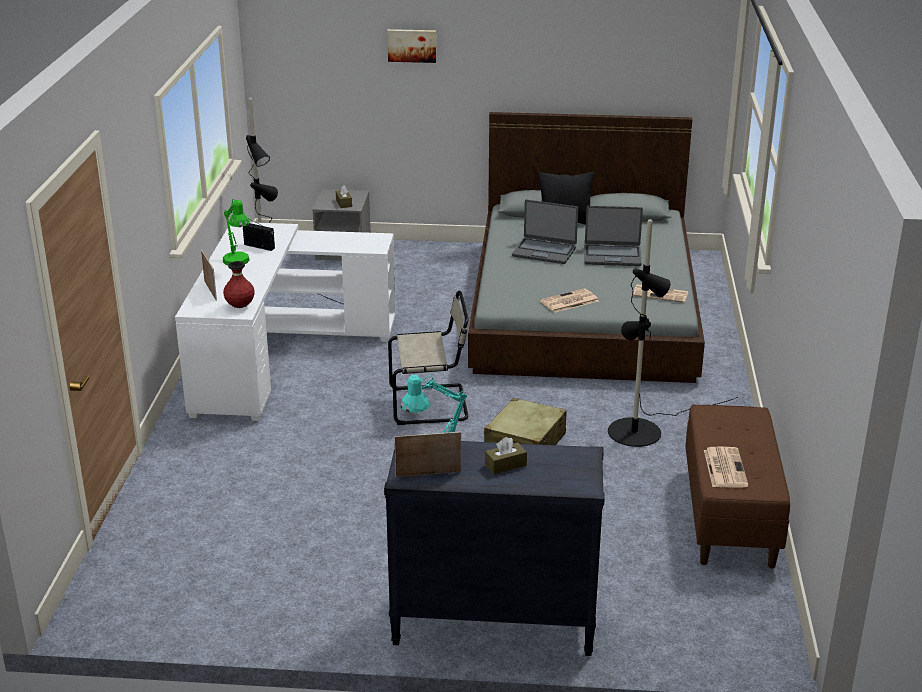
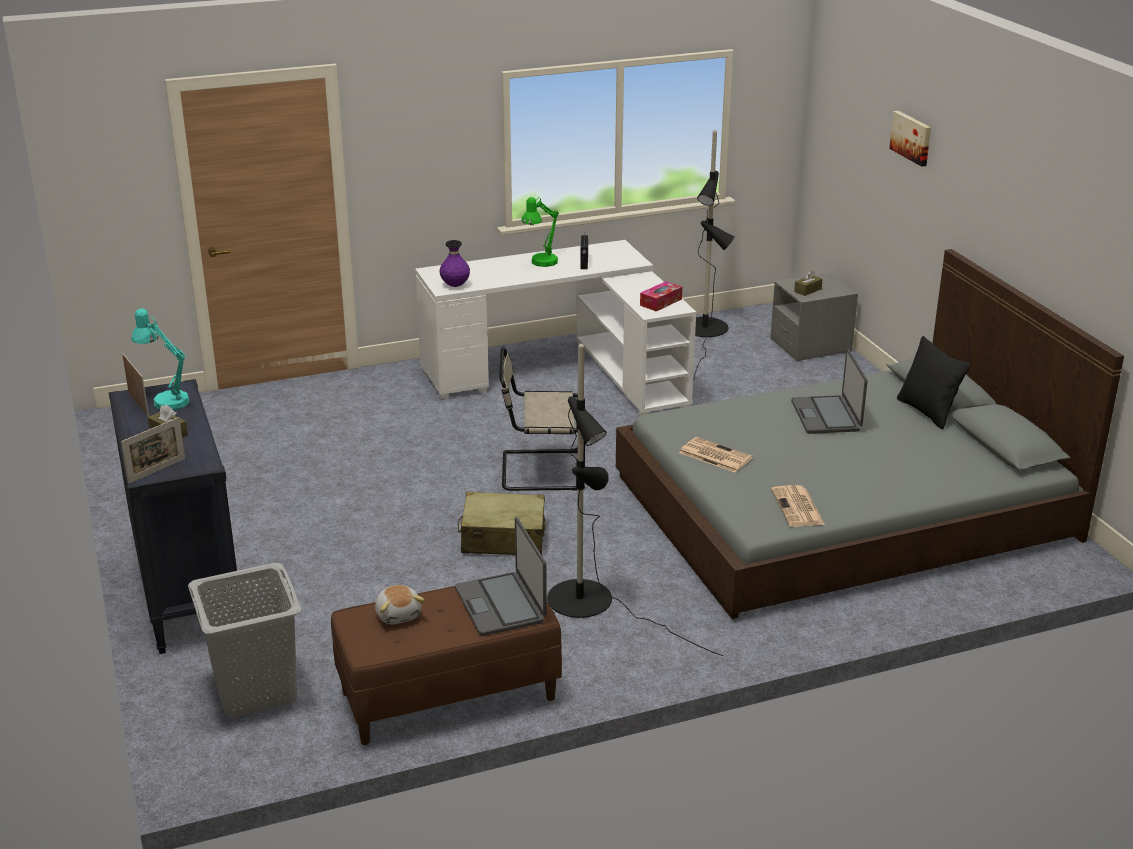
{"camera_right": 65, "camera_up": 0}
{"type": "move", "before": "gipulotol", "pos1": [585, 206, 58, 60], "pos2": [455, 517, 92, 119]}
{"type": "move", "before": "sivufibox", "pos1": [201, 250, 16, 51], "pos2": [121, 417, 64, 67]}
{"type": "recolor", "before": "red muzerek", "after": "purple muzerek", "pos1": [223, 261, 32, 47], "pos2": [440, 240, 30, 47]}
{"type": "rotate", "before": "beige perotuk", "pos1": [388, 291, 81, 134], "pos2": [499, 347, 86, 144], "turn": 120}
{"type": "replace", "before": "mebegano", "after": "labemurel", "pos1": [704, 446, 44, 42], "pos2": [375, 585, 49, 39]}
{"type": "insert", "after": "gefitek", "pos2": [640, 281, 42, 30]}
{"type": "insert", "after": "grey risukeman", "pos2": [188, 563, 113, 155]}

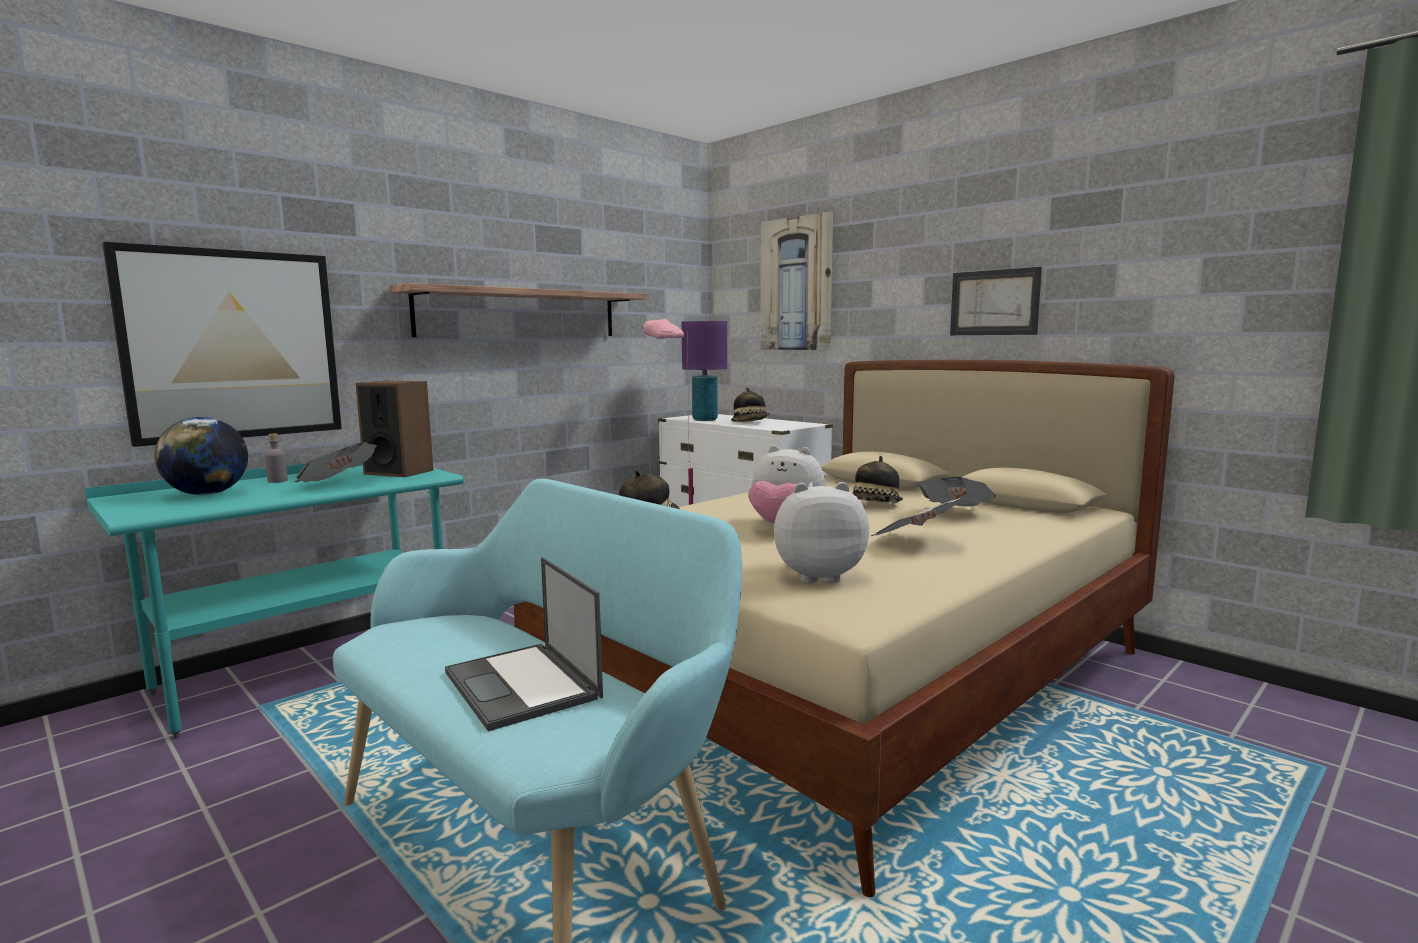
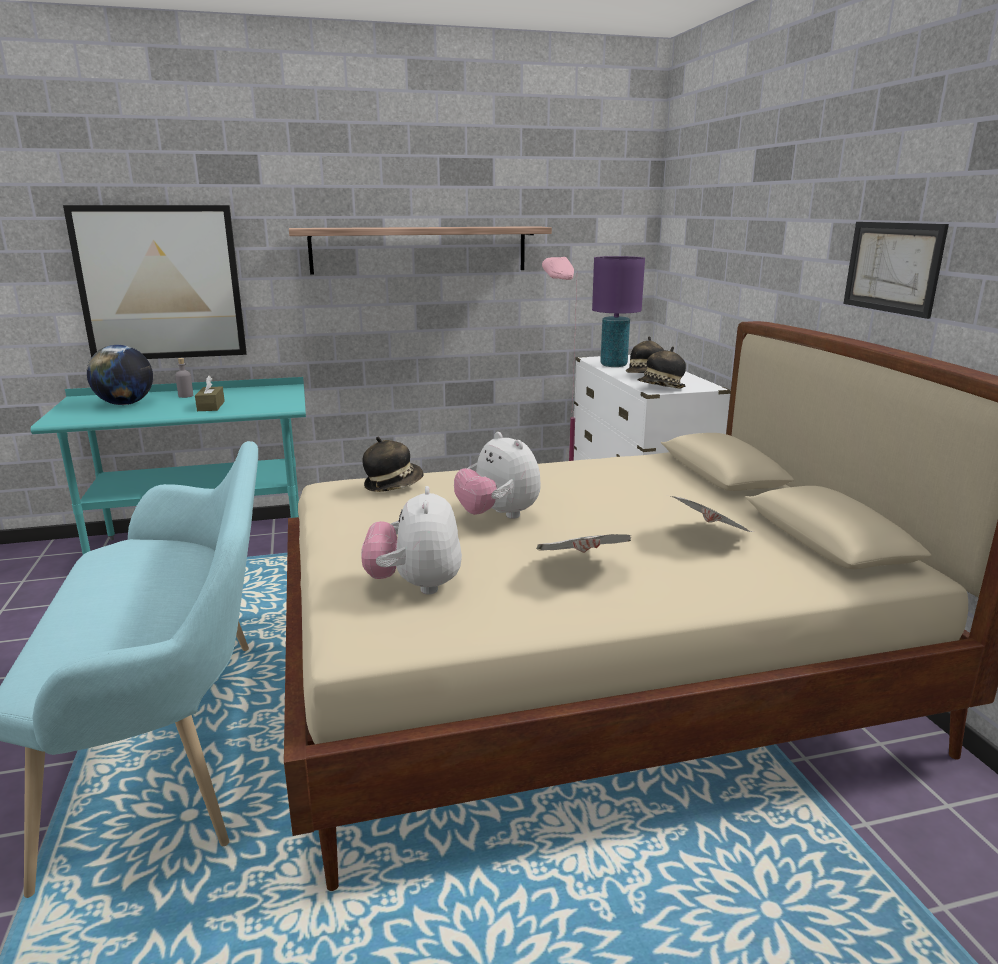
{"camera_right": 30, "camera_up": 10}
{"type": "delete", "before": "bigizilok", "pos1": [761, 212, 72, 138]}
{"type": "delete", "before": "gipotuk", "pos1": [356, 381, 77, 96]}
{"type": "replace", "before": "mebegano", "after": "brown gefitek", "pos1": [294, 442, 83, 40], "pos2": [195, 375, 30, 36]}
{"type": "move", "before": "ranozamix", "pos1": [852, 456, 51, 47], "pos2": [638, 346, 48, 43]}
{"type": "rotate", "before": "labemurel", "pos1": [774, 482, 95, 101], "pos2": [361, 486, 101, 109], "turn": -120}
{"type": "delete", "before": "gipulotol", "pos1": [445, 557, 158, 174]}

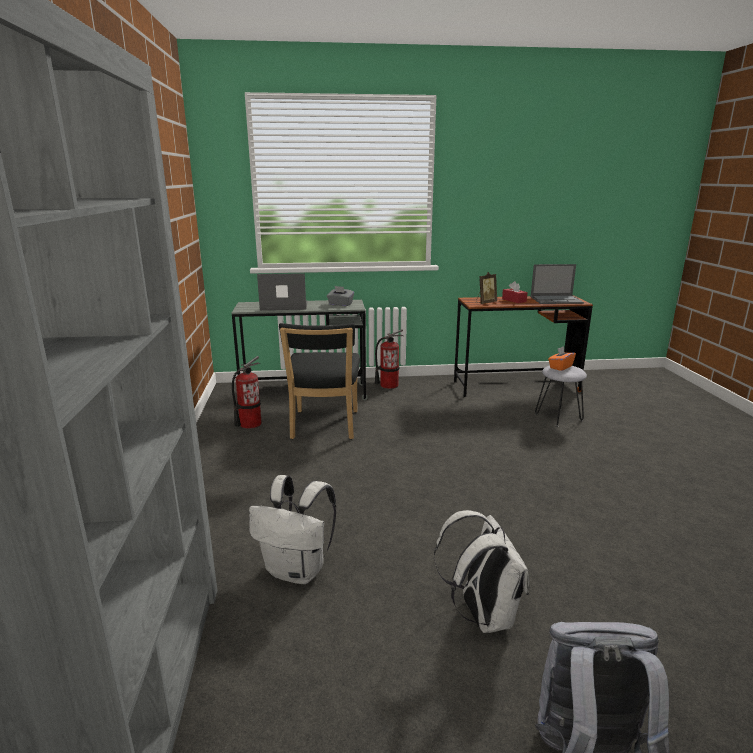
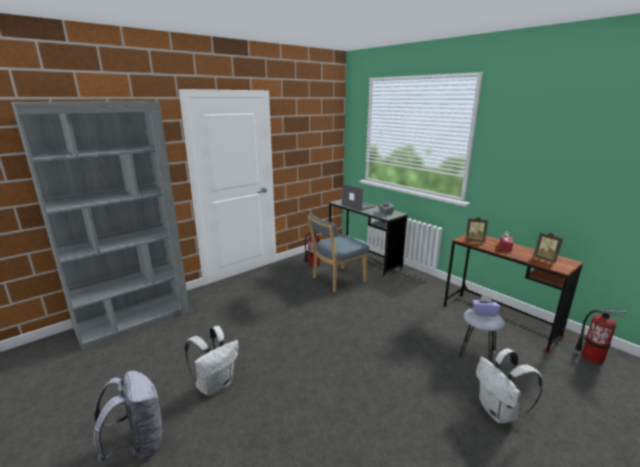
{"camera_right": 55, "camera_up": 0}
{"type": "replace", "before": "gipulotol", "after": "sivufibox", "pos1": [531, 264, 53, 40], "pos2": [533, 232, 30, 31]}
{"type": "recolor", "before": "black perotuk", "after": "blue perotuk", "pos1": [279, 323, 81, 116], "pos2": [307, 213, 62, 80]}
{"type": "move", "before": "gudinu", "pos1": [375, 329, 28, 60], "pos2": [575, 309, 52, 55]}
{"type": "recolor", "before": "orange gefitek", "after": "purple gefitek", "pos1": [548, 346, 28, 25], "pos2": [472, 295, 28, 21]}
{"type": "move", "before": "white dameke", "pos1": [249, 475, 87, 109], "pos2": [476, 348, 67, 75]}

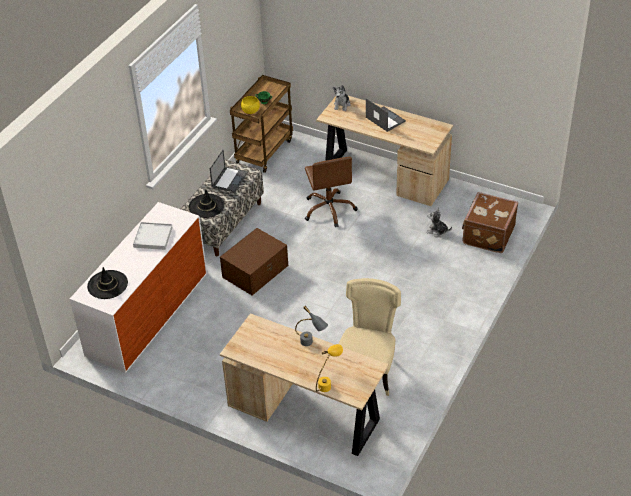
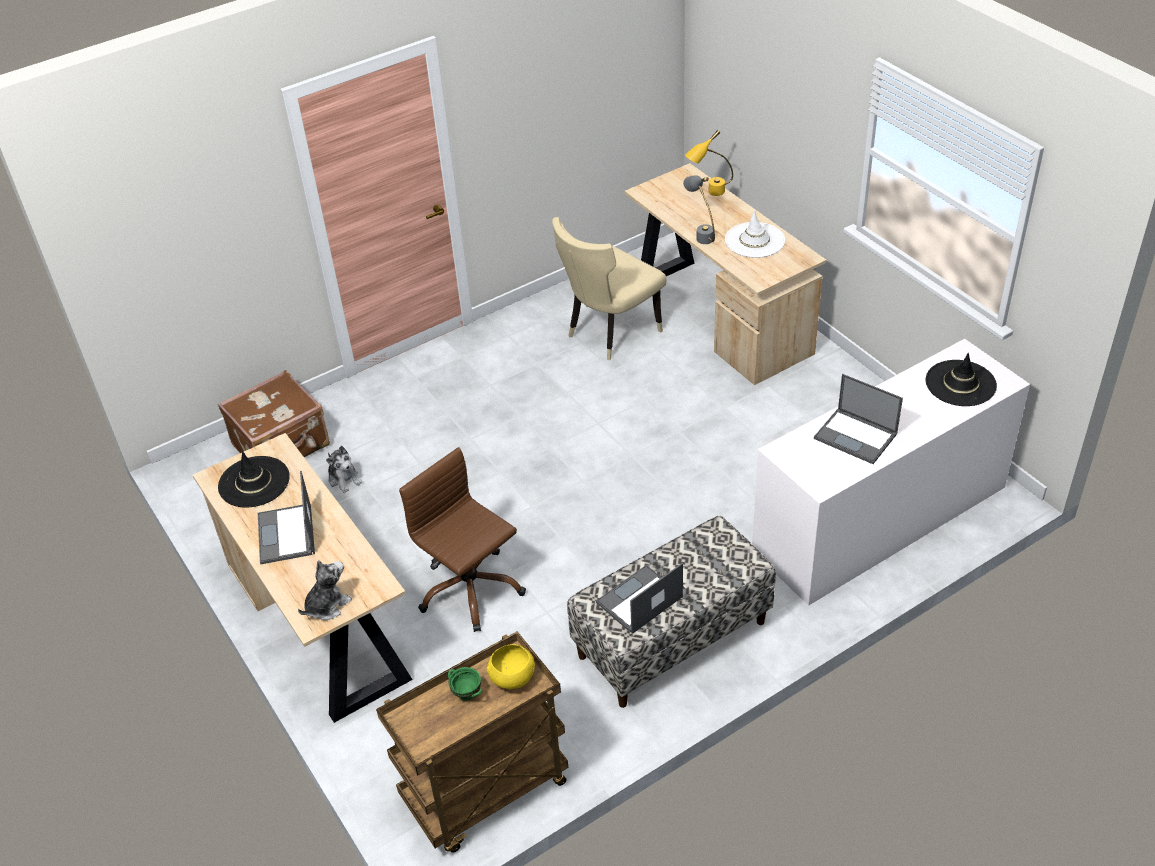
{"camera_right": -150, "camera_up": 0}
{"type": "rotate", "before": "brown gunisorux", "pos1": [305, 157, 53, 71], "pos2": [399, 447, 127, 185], "turn": -60}
{"type": "move", "before": "black ranozamix", "pos1": [189, 190, 36, 28], "pos2": [218, 451, 72, 57]}
{"type": "replace", "before": "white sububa", "after": "gipulotol", "pos1": [133, 222, 40, 28], "pos2": [814, 374, 89, 90]}
{"type": "delete", "before": "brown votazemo", "pos1": [220, 228, 68, 67]}
{"type": "insert", "after": "white ranozamix", "pos2": [725, 210, 60, 48]}

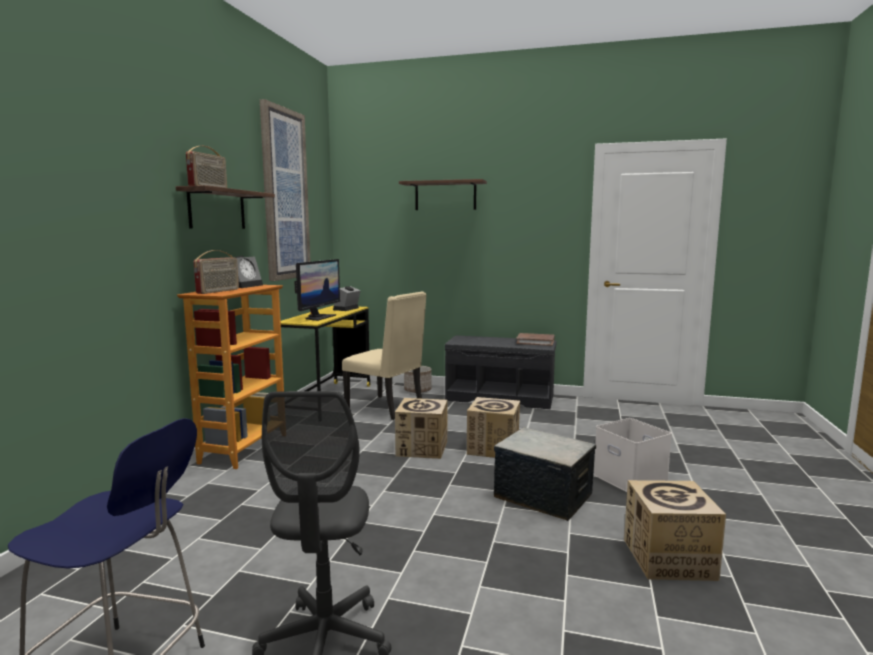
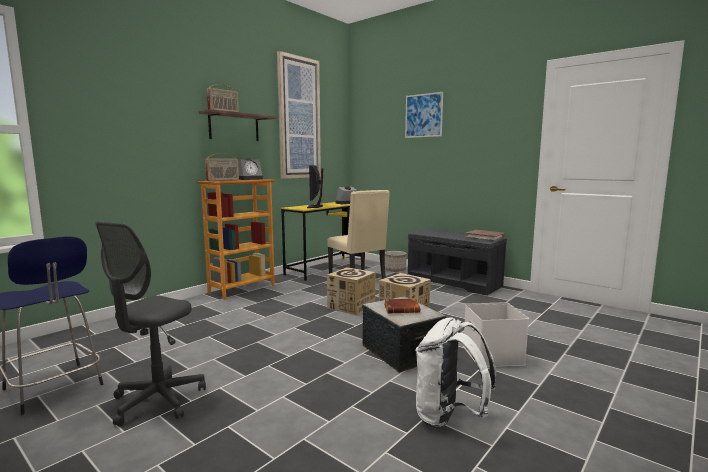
{"camera_right": 25, "camera_up": 0}
{"type": "replace", "before": "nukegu", "after": "bigizilok", "pos1": [399, 179, 88, 31], "pos2": [405, 92, 38, 46]}
{"type": "rotate", "before": "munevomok", "pos1": [294, 259, 46, 62], "pos2": [307, 165, 17, 43], "turn": 135}
{"type": "replace", "before": "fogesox", "after": "white dameke", "pos1": [624, 480, 102, 101], "pos2": [416, 317, 80, 112]}
{"type": "insert", "after": "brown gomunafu", "pos2": [384, 298, 36, 16]}

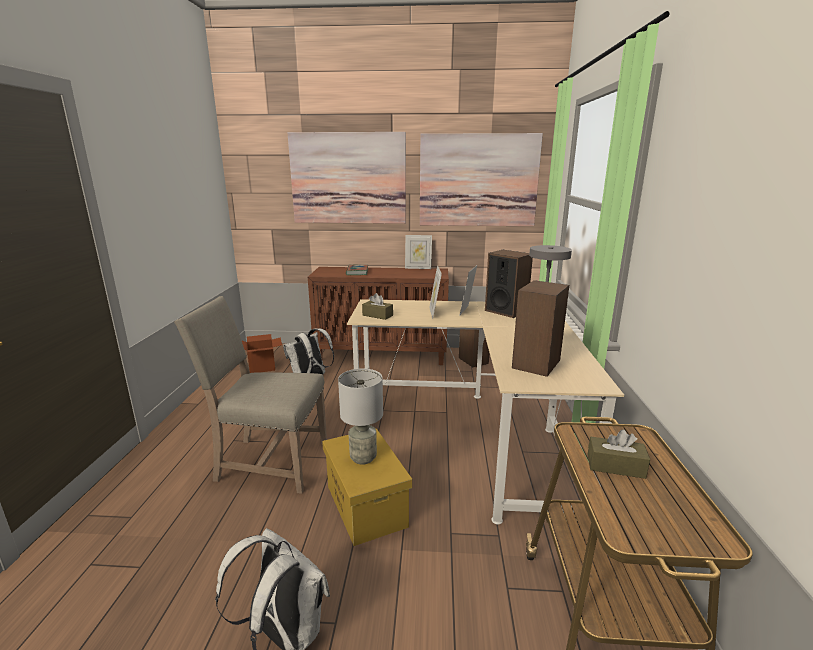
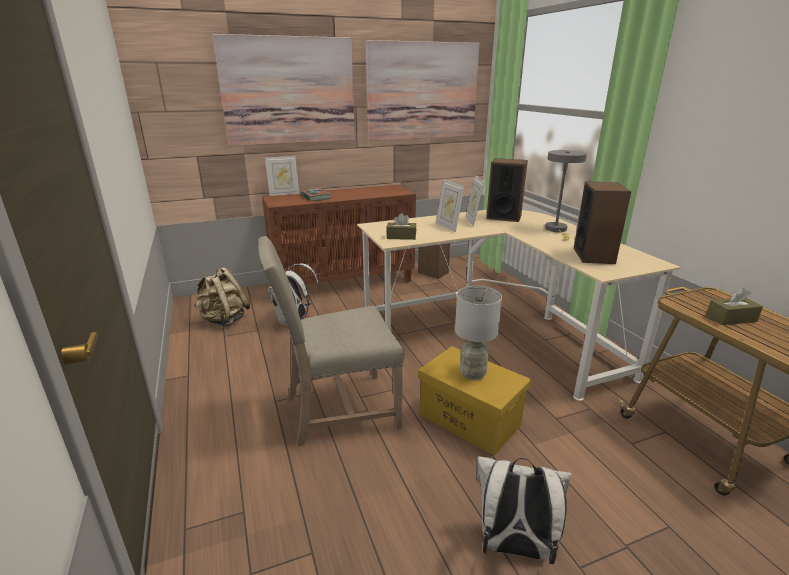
{"camera_right": -25, "camera_up": 5}
{"type": "move", "before": "sivufibox", "pos1": [405, 235, 27, 34], "pos2": [265, 156, 34, 40]}
{"type": "replace", "before": "fogesox", "after": "beige dameke", "pos1": [242, 334, 40, 39], "pos2": [194, 267, 56, 60]}

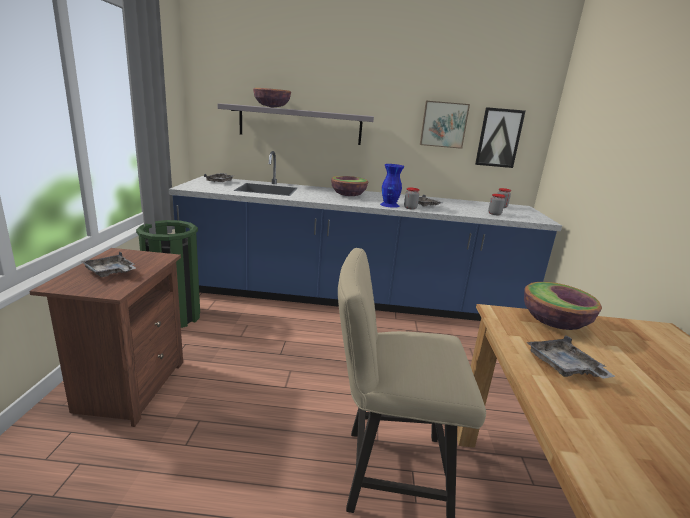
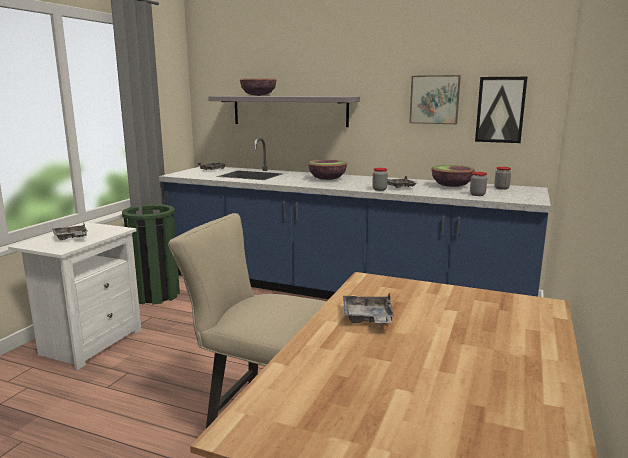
{"camera_right": 20, "camera_up": -5}
{"type": "delete", "before": "blue muzerek", "pos1": [380, 164, 24, 44]}
{"type": "recolor", "before": "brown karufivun", "after": "white karufivun", "pos1": [29, 248, 154, 179], "pos2": [8, 222, 133, 148]}
{"type": "move", "before": "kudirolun", "pos1": [524, 282, 78, 48], "pos2": [431, 165, 44, 22]}

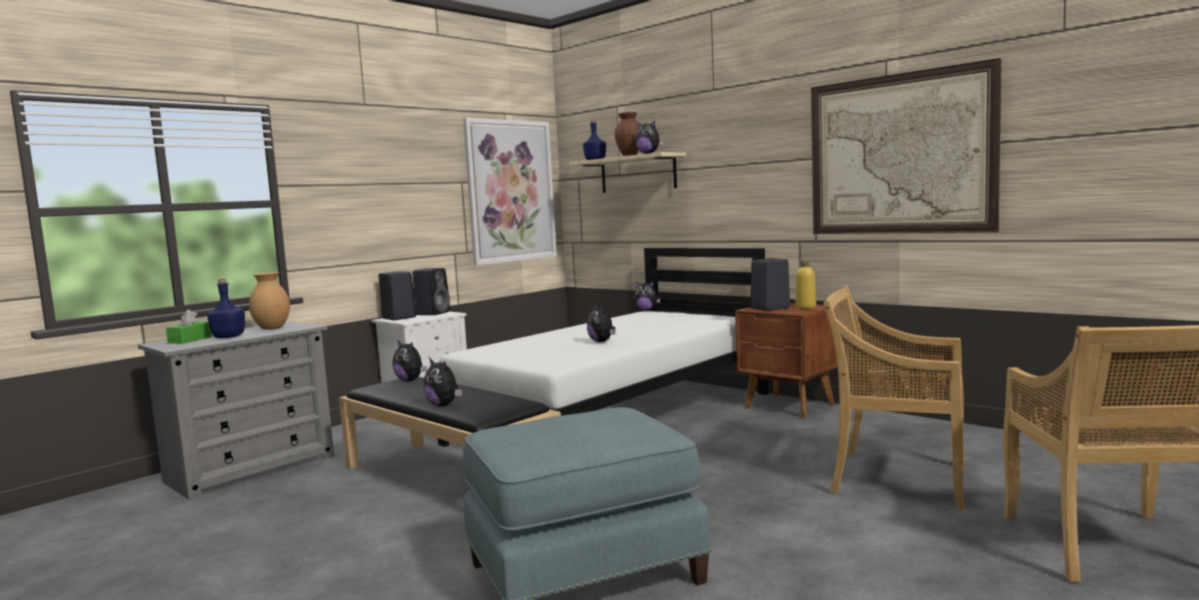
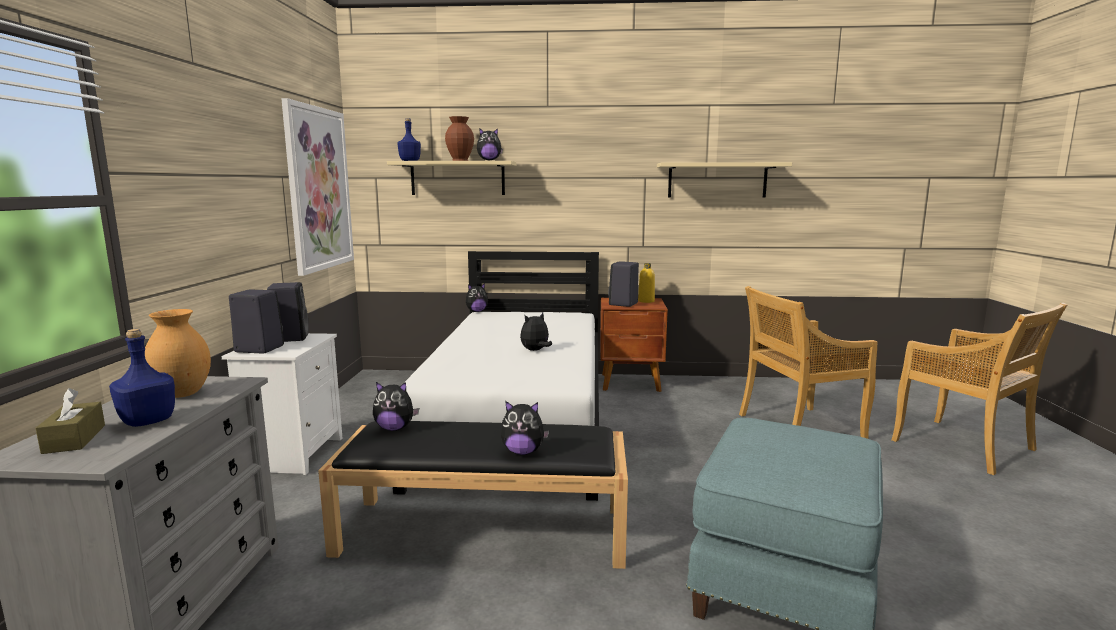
{"camera_right": -40, "camera_up": 5}
{"type": "replace", "before": "bigizilok", "after": "beige nukegu", "pos1": [811, 58, 191, 176], "pos2": [657, 162, 135, 36]}
{"type": "rotate", "before": "labemurel", "pos1": [587, 304, 29, 38], "pos2": [520, 313, 32, 38], "turn": 120}
{"type": "recolor", "before": "green gefitek", "after": "brown gefitek", "pos1": [166, 309, 46, 35], "pos2": [36, 388, 69, 66]}

